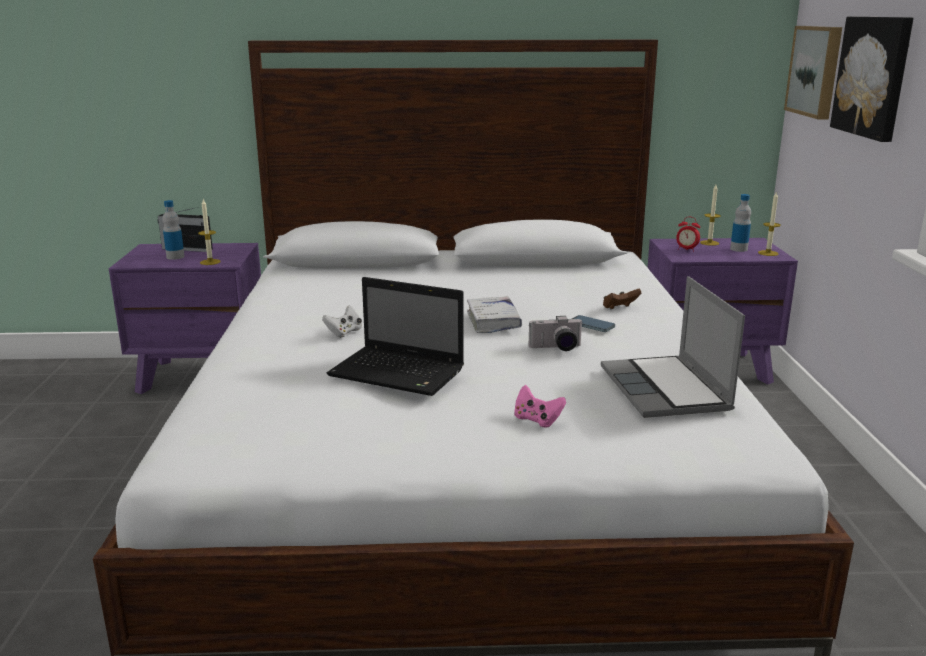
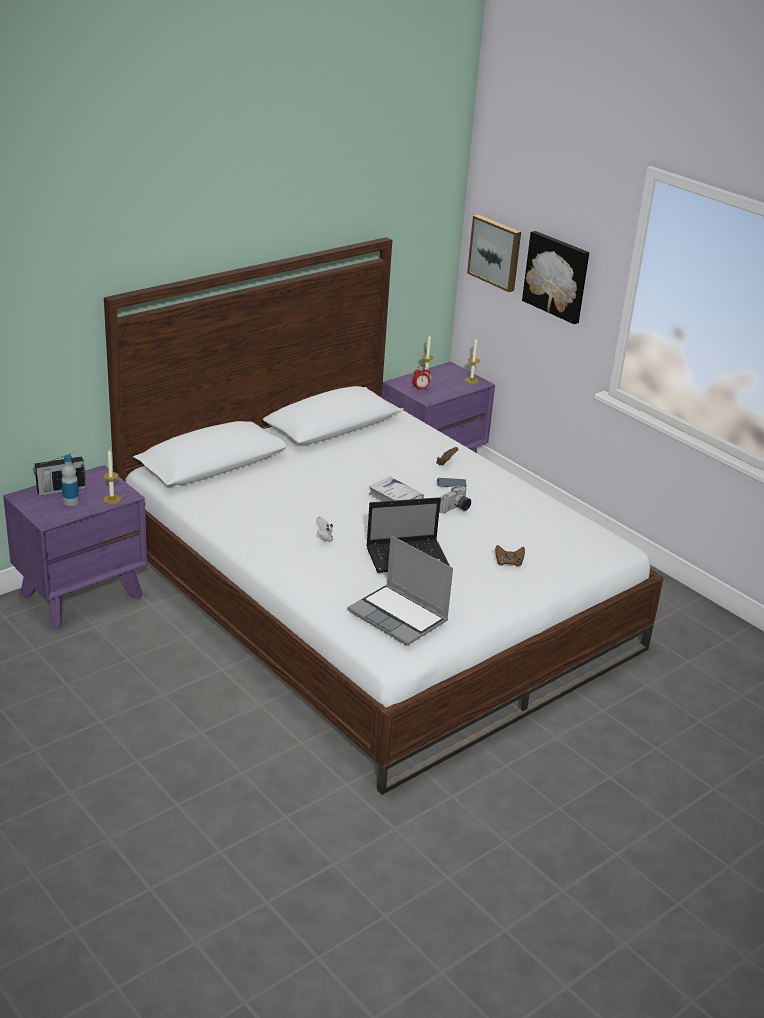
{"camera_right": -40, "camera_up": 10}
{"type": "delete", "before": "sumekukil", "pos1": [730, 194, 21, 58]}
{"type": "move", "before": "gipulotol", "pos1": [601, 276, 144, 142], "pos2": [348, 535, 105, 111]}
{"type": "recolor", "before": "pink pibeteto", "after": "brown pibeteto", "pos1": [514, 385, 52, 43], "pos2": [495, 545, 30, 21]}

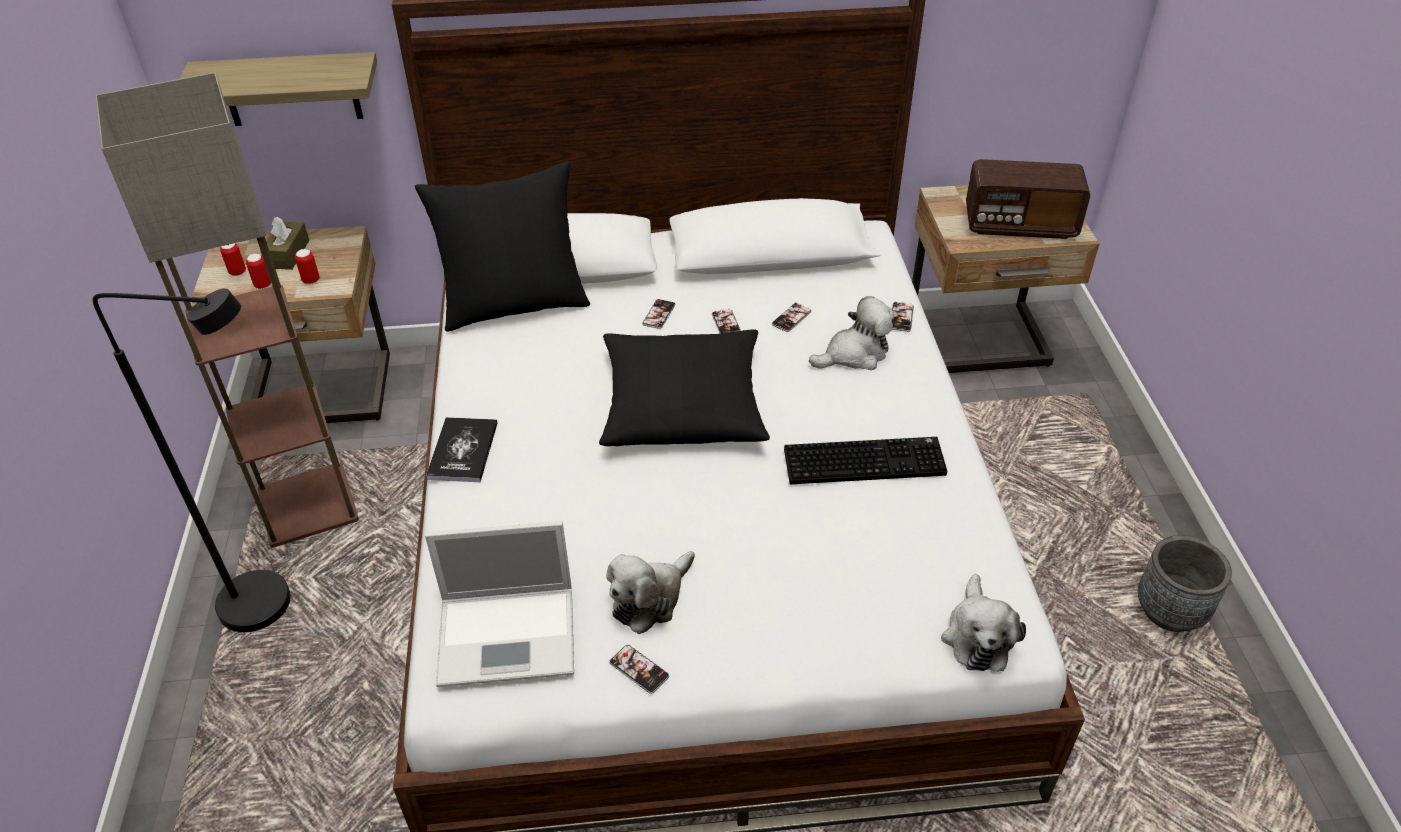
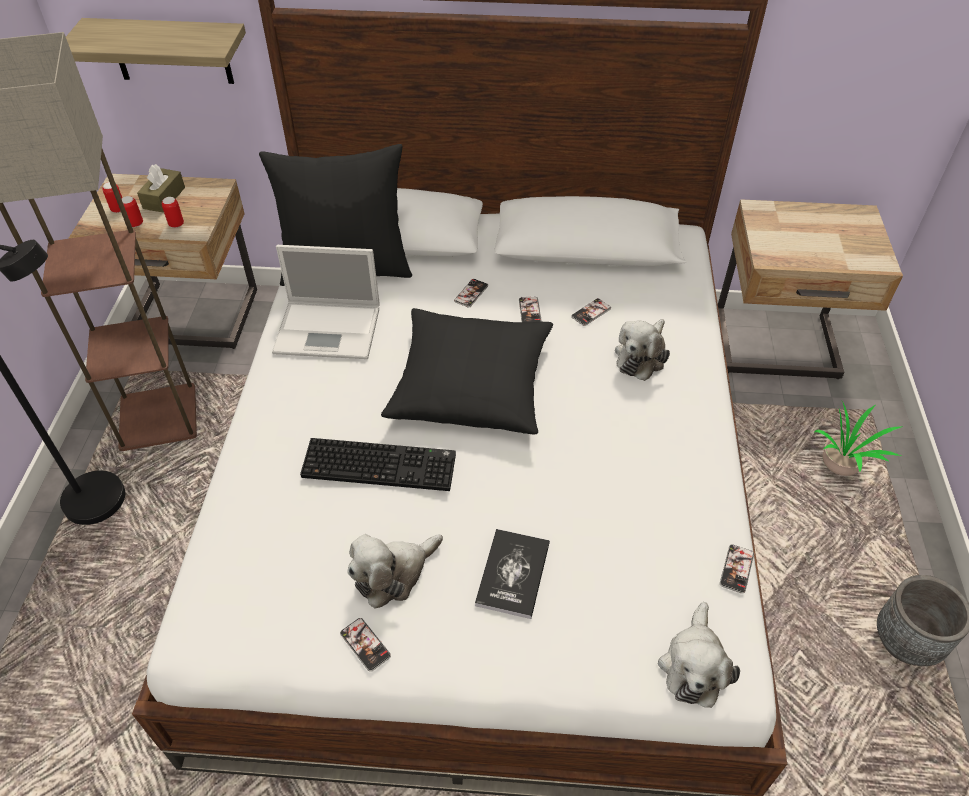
{"camera_right": 10, "camera_up": 5}
{"type": "delete", "before": "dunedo", "pos1": [966, 159, 124, 80]}
{"type": "rotate", "before": "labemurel", "pos1": [809, 296, 86, 74], "pos2": [615, 319, 55, 62], "turn": 135}
{"type": "move", "before": "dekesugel", "pos1": [892, 301, 22, 31], "pos2": [720, 544, 34, 50]}
{"type": "move", "before": "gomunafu", "pos1": [426, 417, 72, 65], "pos2": [475, 529, 75, 90]}
{"type": "move", "before": "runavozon", "pos1": [784, 437, 163, 47], "pos2": [300, 438, 156, 53]}
{"type": "move", "before": "gipulotol", "pos1": [425, 521, 149, 166], "pos2": [272, 245, 108, 114]}
{"type": "insert", "after": "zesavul", "pos2": [814, 401, 87, 75]}

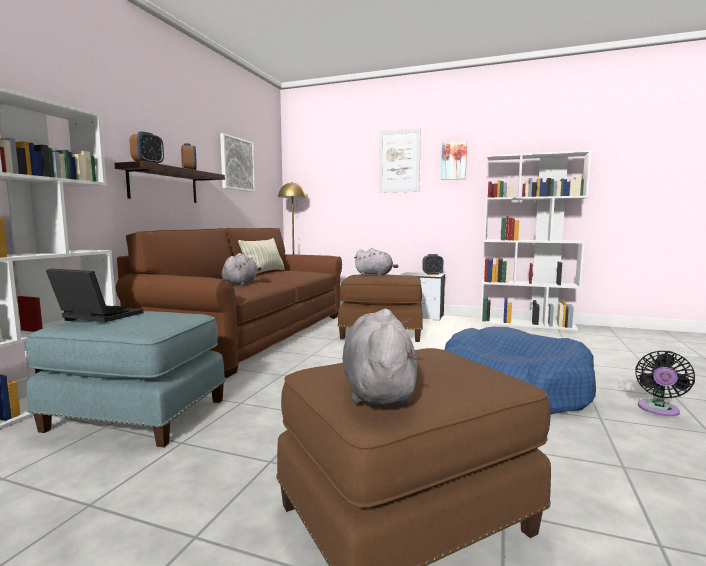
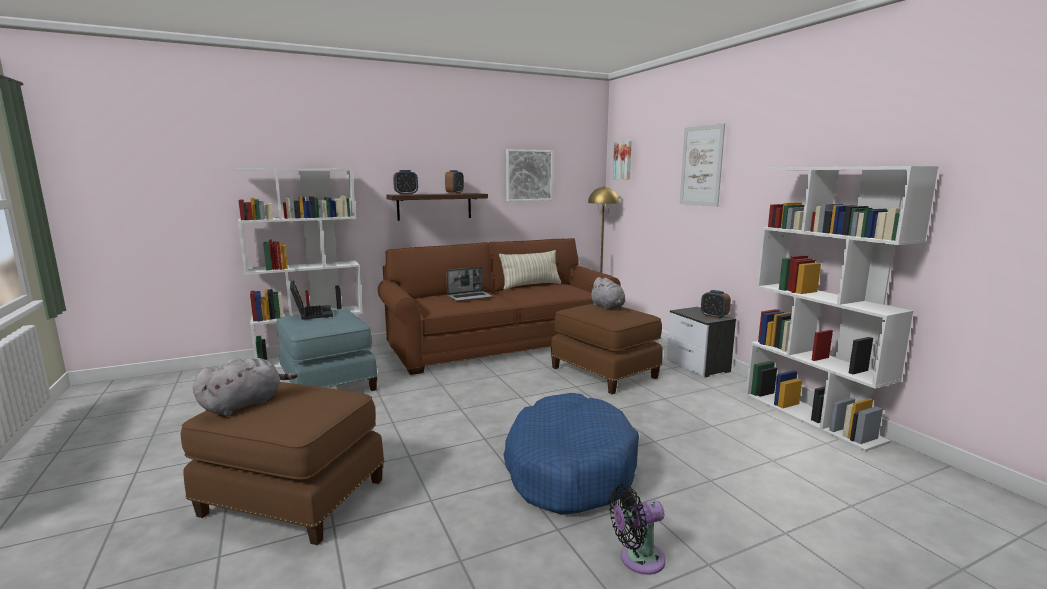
{"camera_right": 45, "camera_up": 5}
{"type": "move", "before": "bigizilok", "pos1": [441, 141, 26, 39], "pos2": [613, 141, 19, 38]}
{"type": "replace", "before": "grey labemurel", "after": "gipulotol", "pos1": [222, 253, 39, 33], "pos2": [446, 267, 47, 34]}

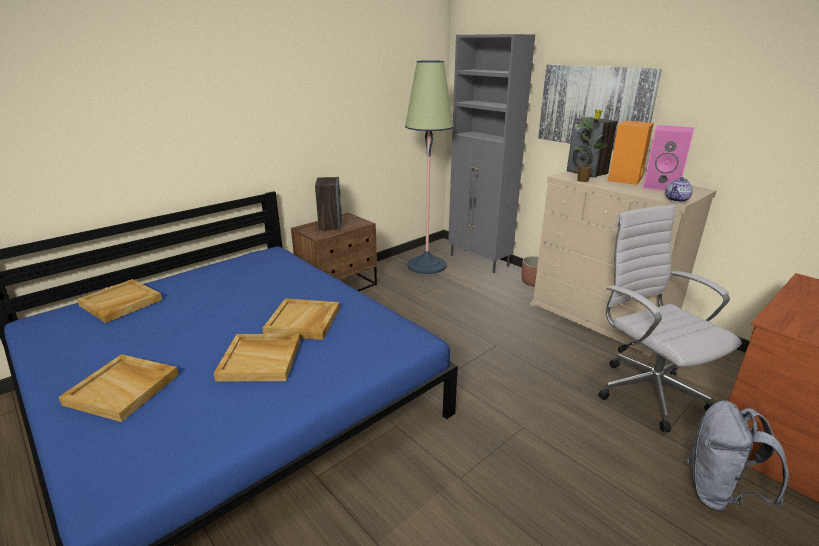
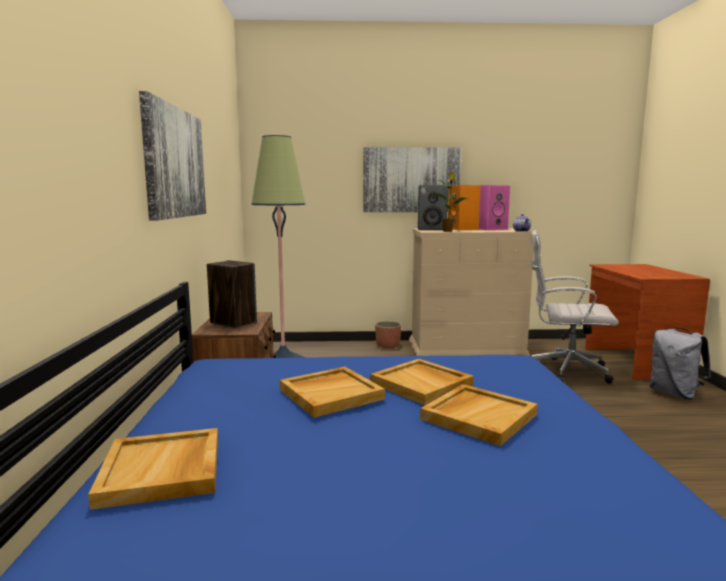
{"camera_right": -50, "camera_up": -15}
{"type": "delete", "before": "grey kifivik", "pos1": [448, 34, 87, 239]}
{"type": "move", "before": "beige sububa", "pos1": [59, 354, 120, 68], "pos2": [280, 367, 105, 51]}
{"type": "insert", "after": "bigizilok", "pos2": [139, 91, 67, 130]}

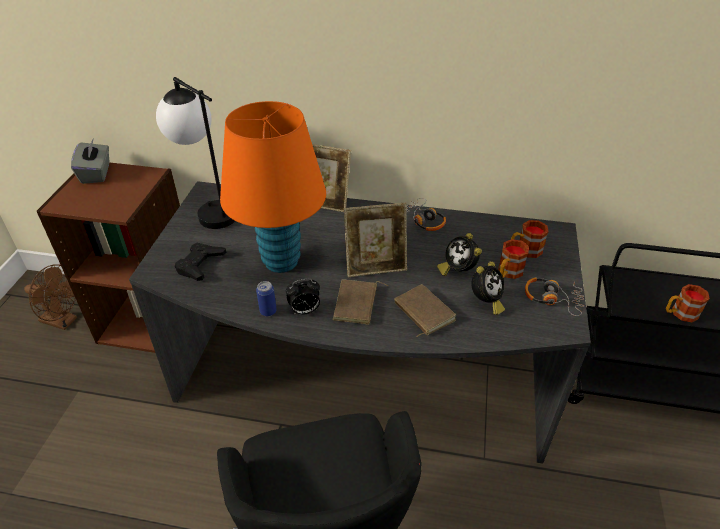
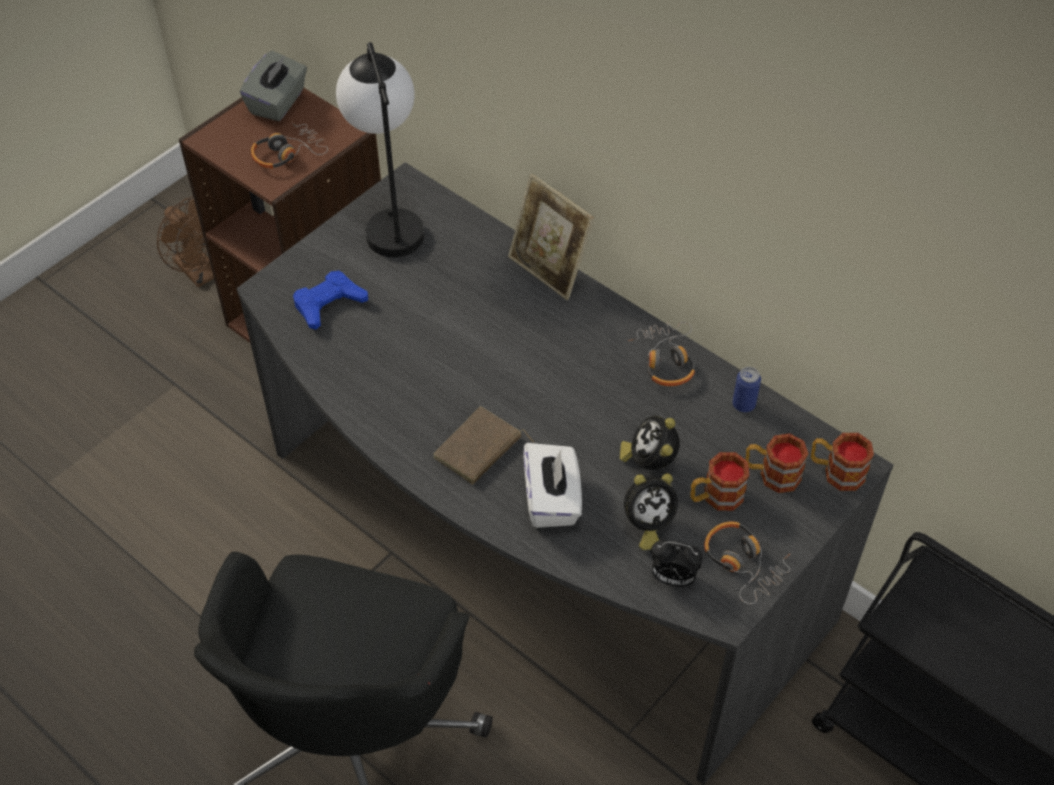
{"camera_right": 30, "camera_up": 10}
{"type": "delete", "before": "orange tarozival", "pos1": [220, 101, 106, 172]}
{"type": "delete", "before": "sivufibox", "pos1": [344, 203, 63, 74]}
{"type": "recolor", "before": "black pibeteto", "after": "blue pibeteto", "pos1": [175, 243, 51, 38], "pos2": [293, 271, 75, 59]}
{"type": "move", "before": "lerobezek", "pos1": [286, 278, 34, 37], "pos2": [651, 540, 52, 47]}
{"type": "move", "before": "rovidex", "pos1": [256, 281, 21, 35], "pos2": [732, 367, 29, 45]}
{"type": "replace", "before": "brown gomunafu", "after": "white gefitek", "pos1": [394, 284, 62, 53], "pos2": [523, 443, 59, 85]}
{"type": "move", "before": "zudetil", "pos1": [666, 284, 44, 38], "pos2": [811, 433, 63, 58]}
{"type": "insert", "after": "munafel", "pos2": [251, 121, 77, 48]}

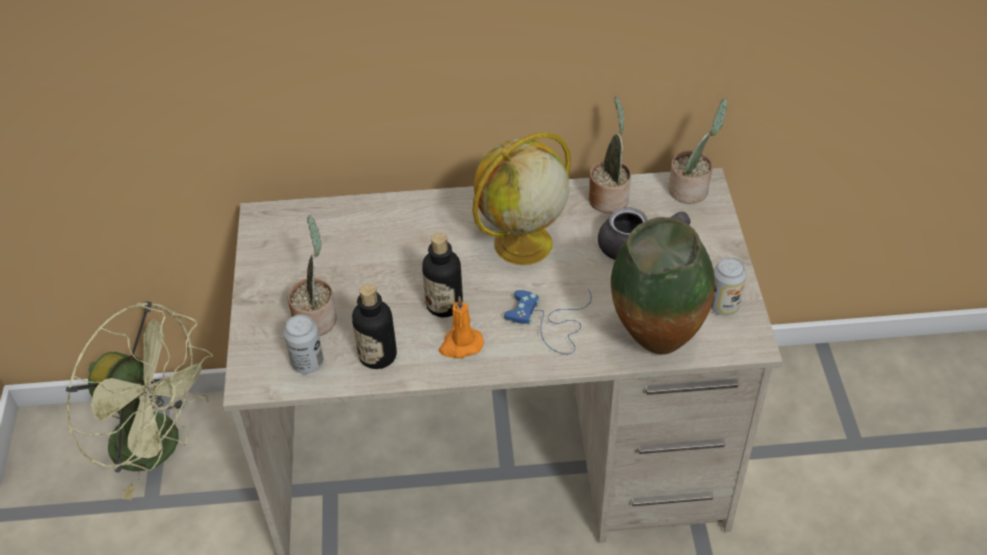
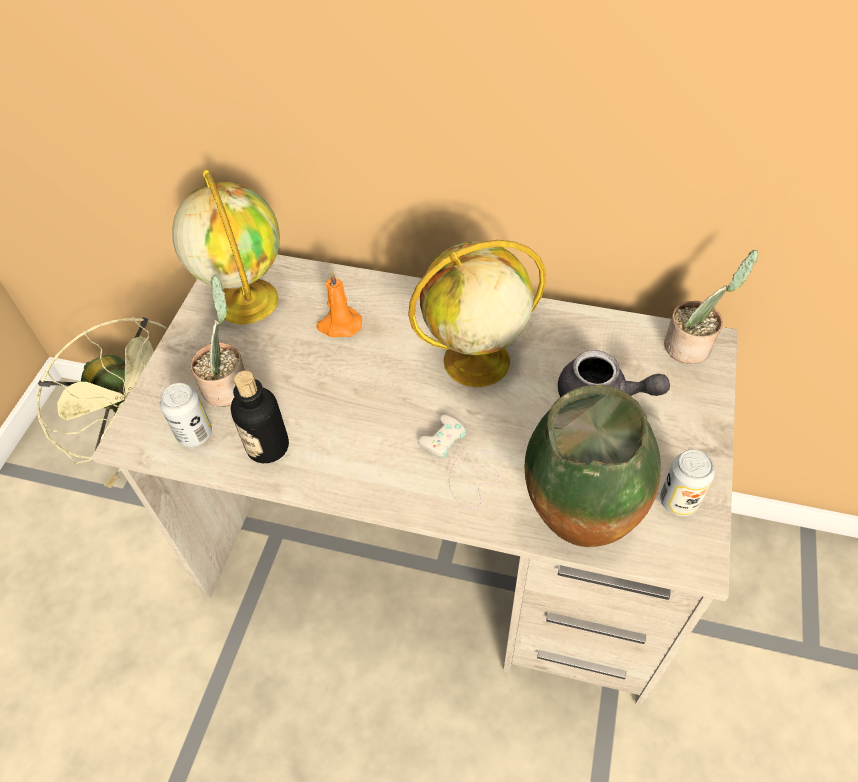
{"camera_right": 20, "camera_up": 5}
{"type": "delete", "before": "zesavul", "pos1": [589, 96, 42, 117]}
{"type": "delete", "before": "sumekukil", "pos1": [422, 232, 41, 85]}
{"type": "recolor", "before": "blue pibeteto", "after": "white pibeteto", "pos1": [504, 289, 88, 65], "pos2": [418, 414, 108, 95]}
{"type": "move", "before": "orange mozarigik", "pos1": [439, 296, 45, 63], "pos2": [316, 271, 46, 66]}
{"type": "insert", "after": "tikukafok", "pos2": [172, 170, 108, 154]}

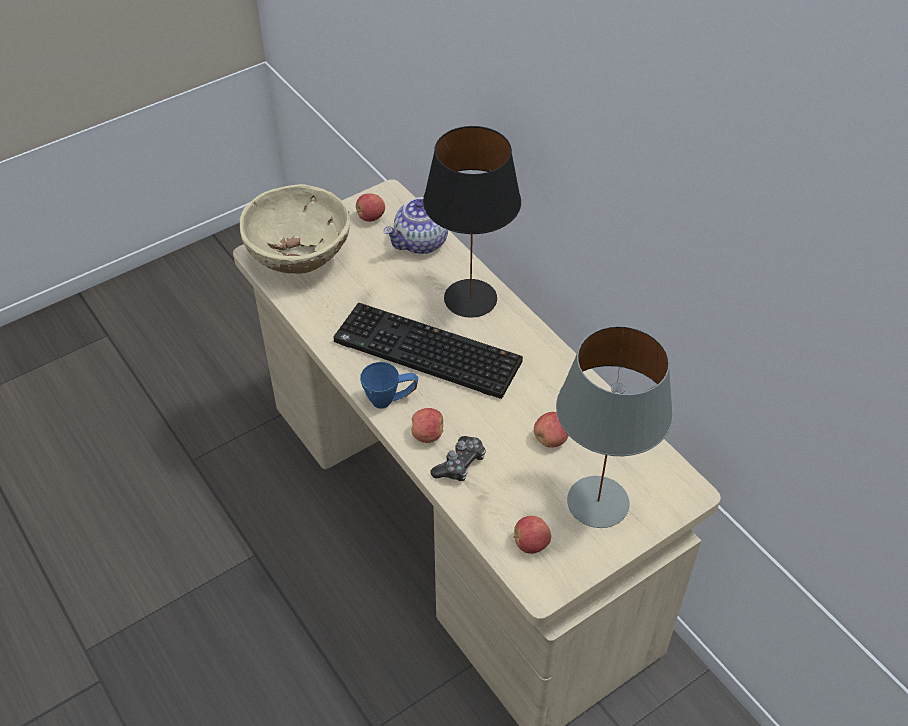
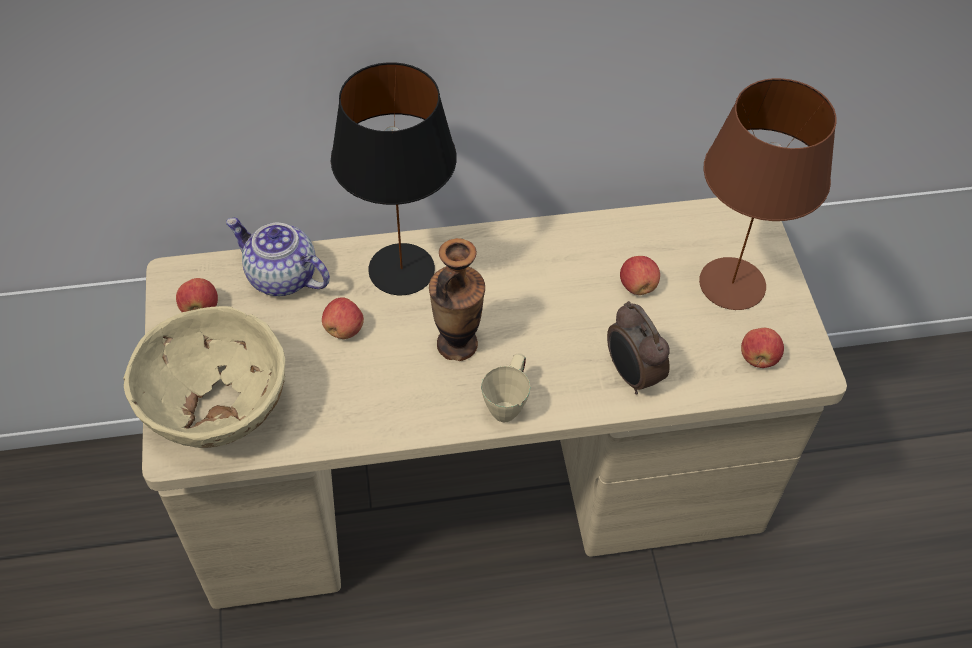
{"camera_right": -65, "camera_up": 5}
{"type": "rotate", "before": "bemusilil", "pos1": [383, 197, 65, 57], "pos2": [226, 218, 104, 78], "turn": 135}
{"type": "replace", "before": "runavozon", "after": "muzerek", "pos1": [333, 303, 190, 96], "pos2": [429, 238, 56, 123]}
{"type": "recolor", "before": "grey tarozival", "after": "brown tarozival", "pos1": [556, 326, 117, 202], "pos2": [699, 78, 138, 232]}
{"type": "recolor", "before": "blue zudetil", "after": "beige zudetil", "pos1": [360, 362, 58, 47], "pos2": [481, 353, 49, 69]}
{"type": "move", "before": "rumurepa", "pos1": [412, 408, 32, 35], "pos2": [322, 297, 42, 42]}
{"type": "replace", "before": "pibeteto", "after": "lerobezek", "pos1": [430, 436, 56, 46], "pos2": [607, 301, 63, 94]}

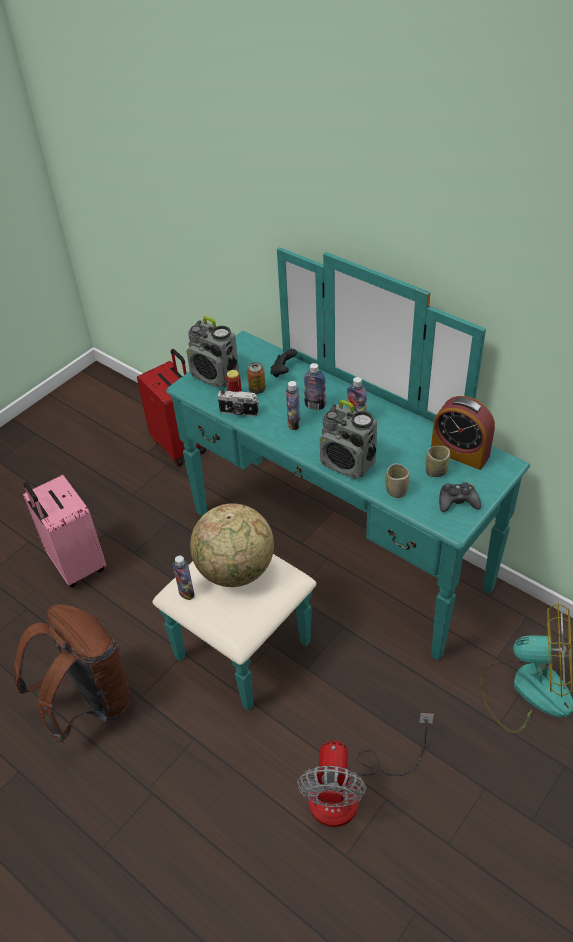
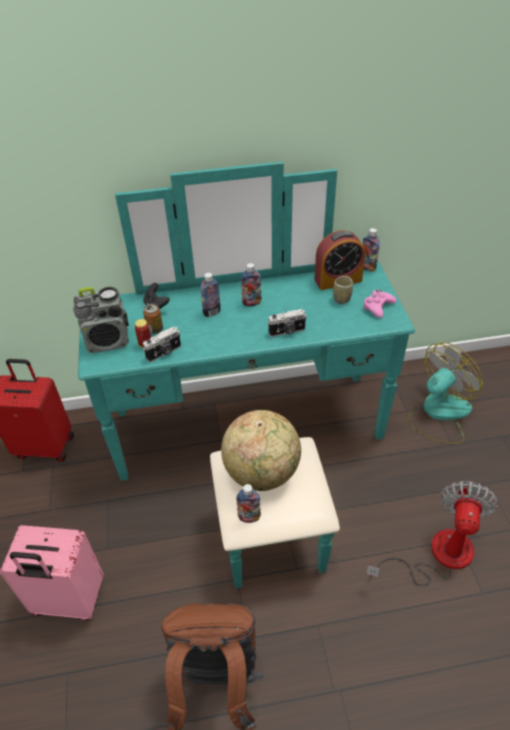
{"camera_right": -50, "camera_up": 0}
{"type": "move", "before": "sumekukil", "pos1": [286, 381, 14, 49], "pos2": [363, 228, 17, 44]}
{"type": "replace", "before": "dunedo", "after": "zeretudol", "pos1": [320, 400, 57, 79], "pos2": [268, 309, 39, 28]}
{"type": "delete", "before": "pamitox", "pos1": [385, 463, 24, 35]}
{"type": "recolor", "before": "black pibeteto", "after": "pink pibeteto", "pos1": [439, 482, 42, 30], "pos2": [363, 290, 33, 28]}
{"type": "rotate", "before": "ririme", "pos1": [297, 713, 137, 114], "pos2": [366, 481, 132, 105], "turn": -120}

